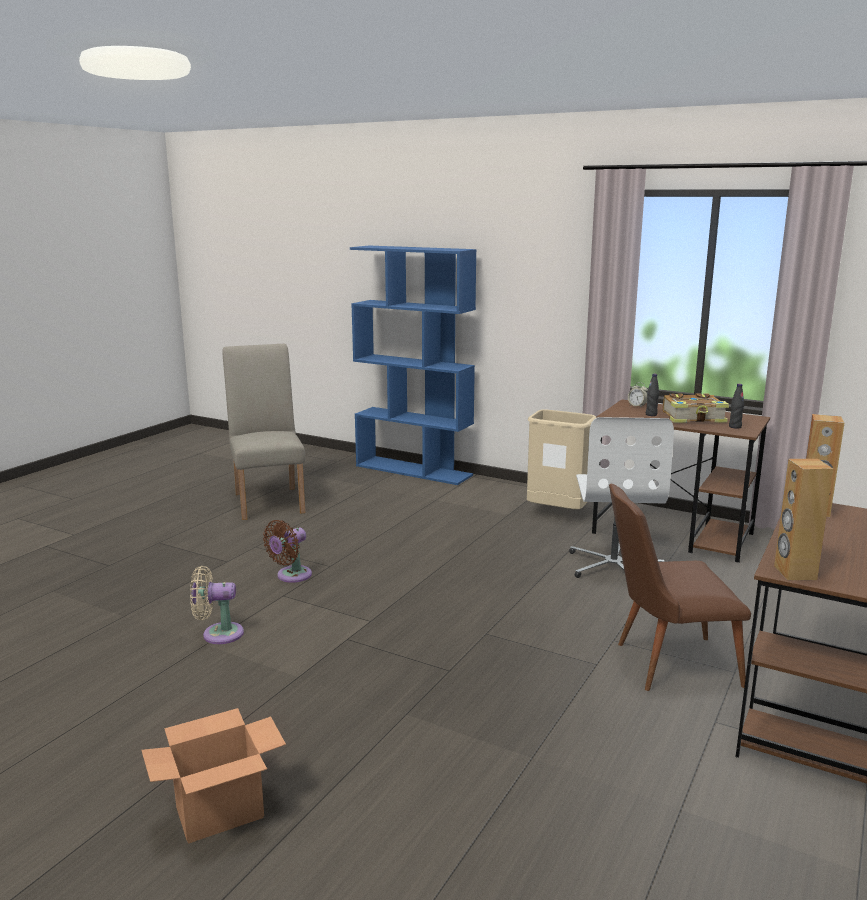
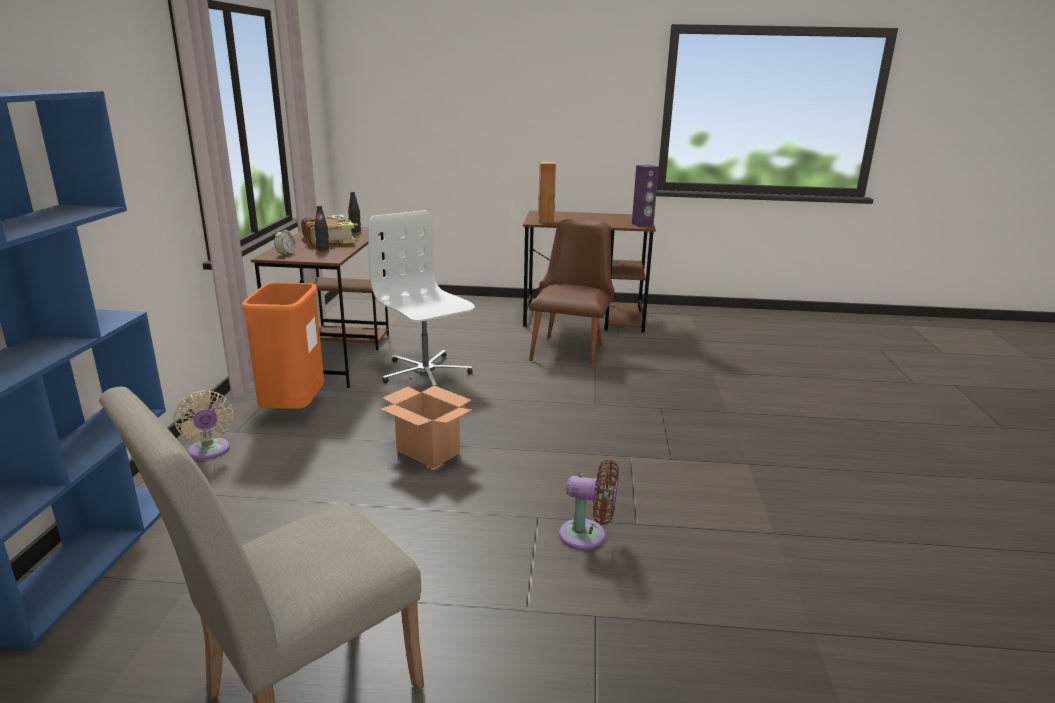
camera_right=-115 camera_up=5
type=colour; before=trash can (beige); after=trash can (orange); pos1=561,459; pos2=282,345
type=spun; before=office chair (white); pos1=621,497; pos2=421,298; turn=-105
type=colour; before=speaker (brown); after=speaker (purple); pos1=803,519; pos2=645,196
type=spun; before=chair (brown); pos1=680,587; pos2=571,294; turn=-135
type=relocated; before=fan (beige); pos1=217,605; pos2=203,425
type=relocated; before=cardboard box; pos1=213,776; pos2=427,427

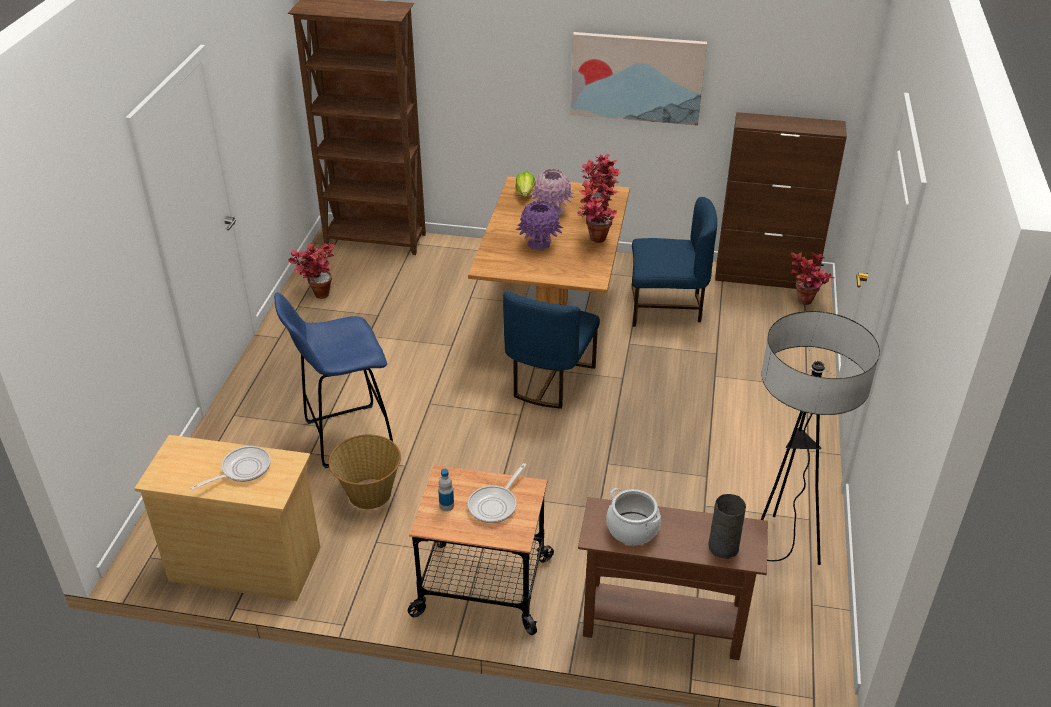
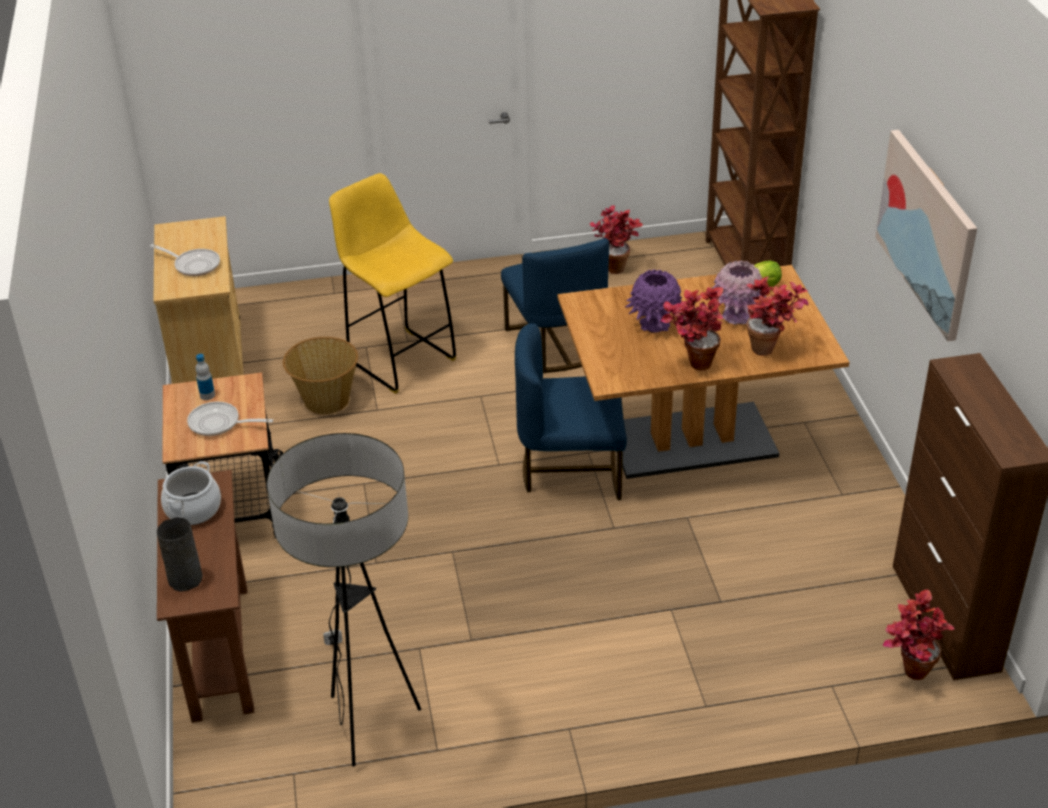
camera_right=70 camera_up=0
type=relocated; before=chair (blue); pos1=674,262; pos2=555,305
type=colour; before=stool (blue); after=stool (yellow); pos1=333,380; pos2=392,283

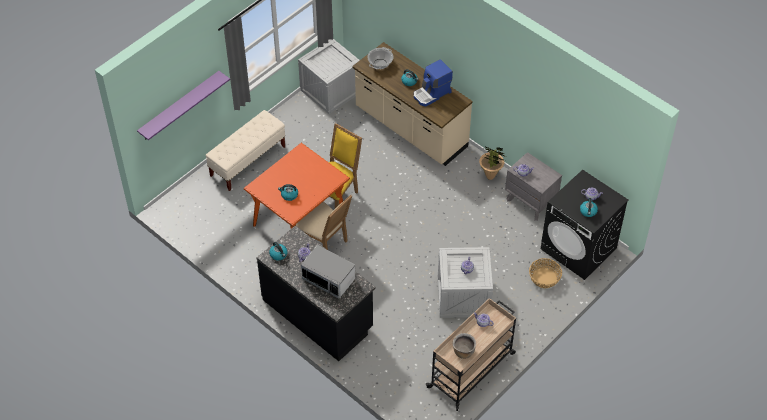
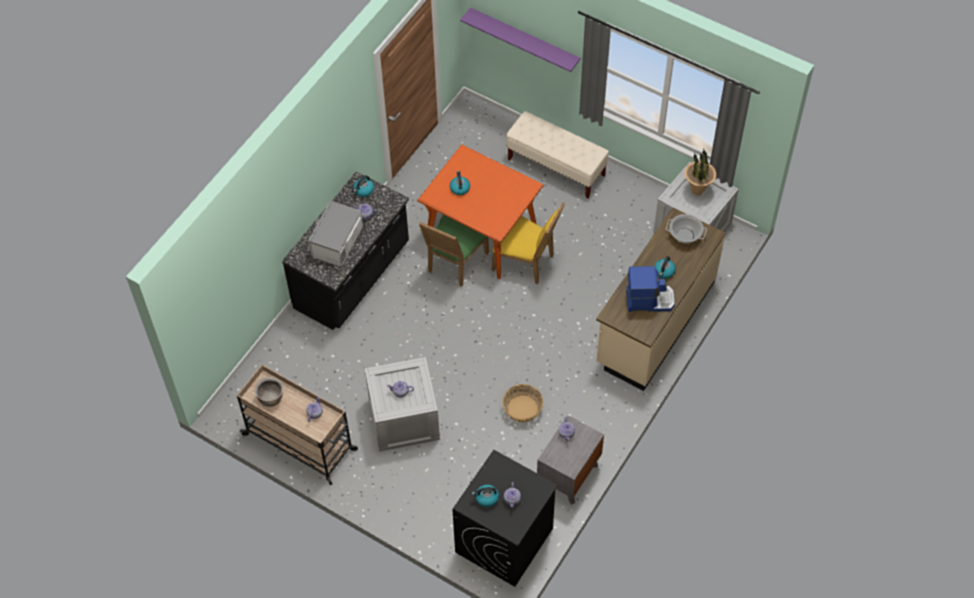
camera_right=80 camera_up=5
type=spun; before=coffee machine; pos1=433,83; pos2=650,289; turn=135
type=relocated; before=potted plant; pos1=492,163; pos2=700,172
type=colour; before=chair (beige); after=chair (green); pos1=324,222; pos2=454,251
type=relocated; before=basket; pos1=545,273; pos2=522,403

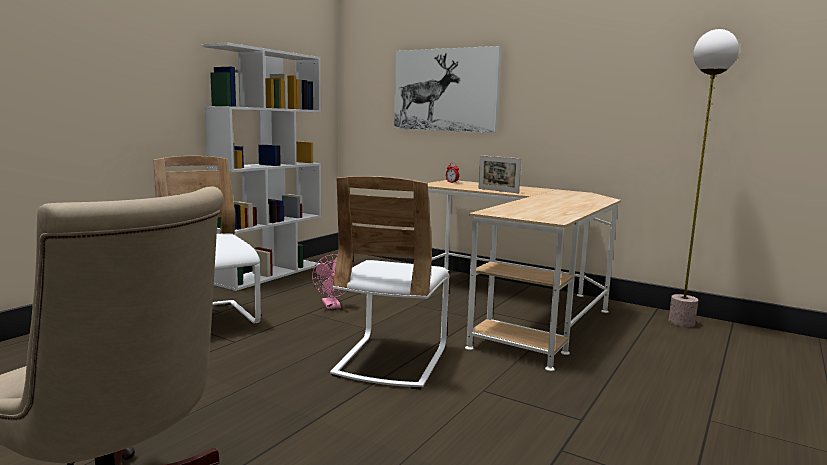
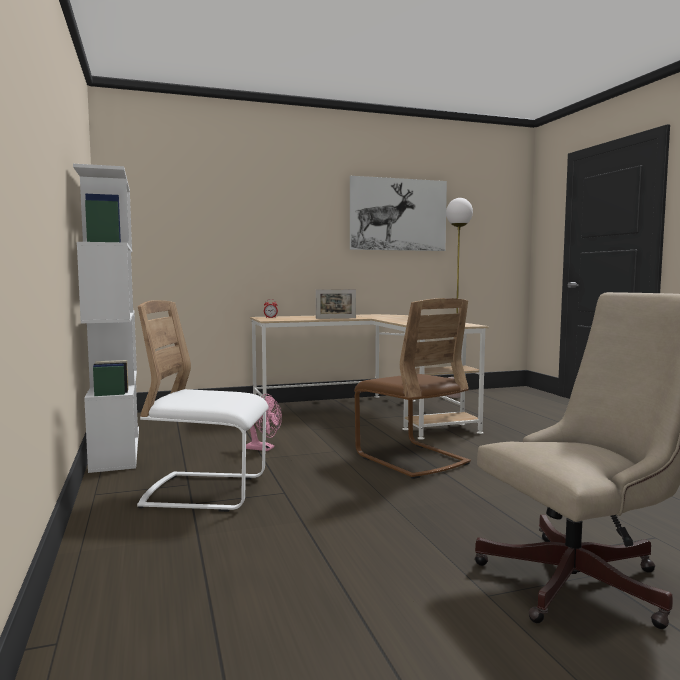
camera_right=-50 camera_up=-5
type=relocated; before=picture; pos1=447,89; pos2=398,213
type=colour; before=chair (white); after=chair (brown); pos1=389,282; pos2=412,388

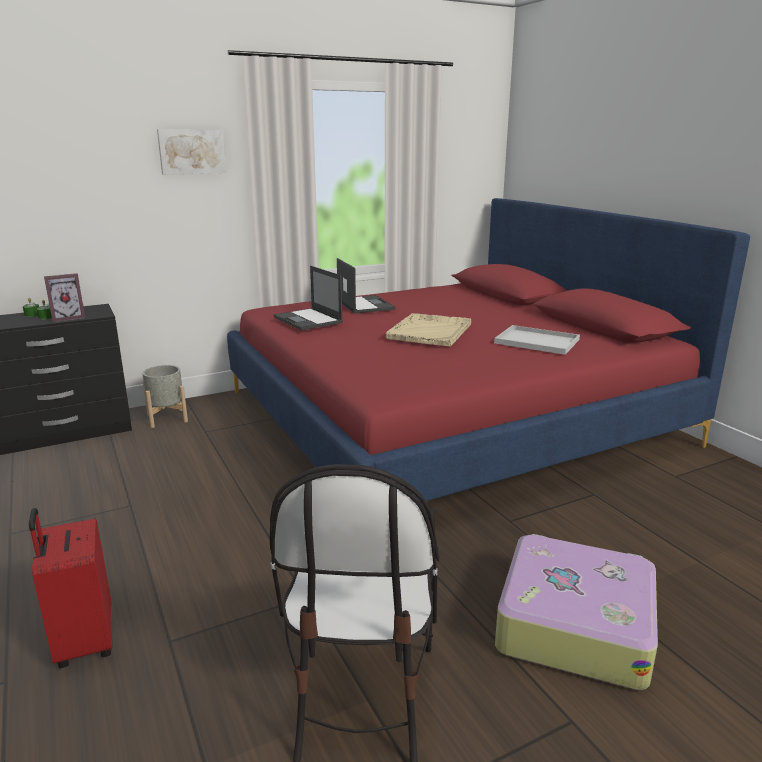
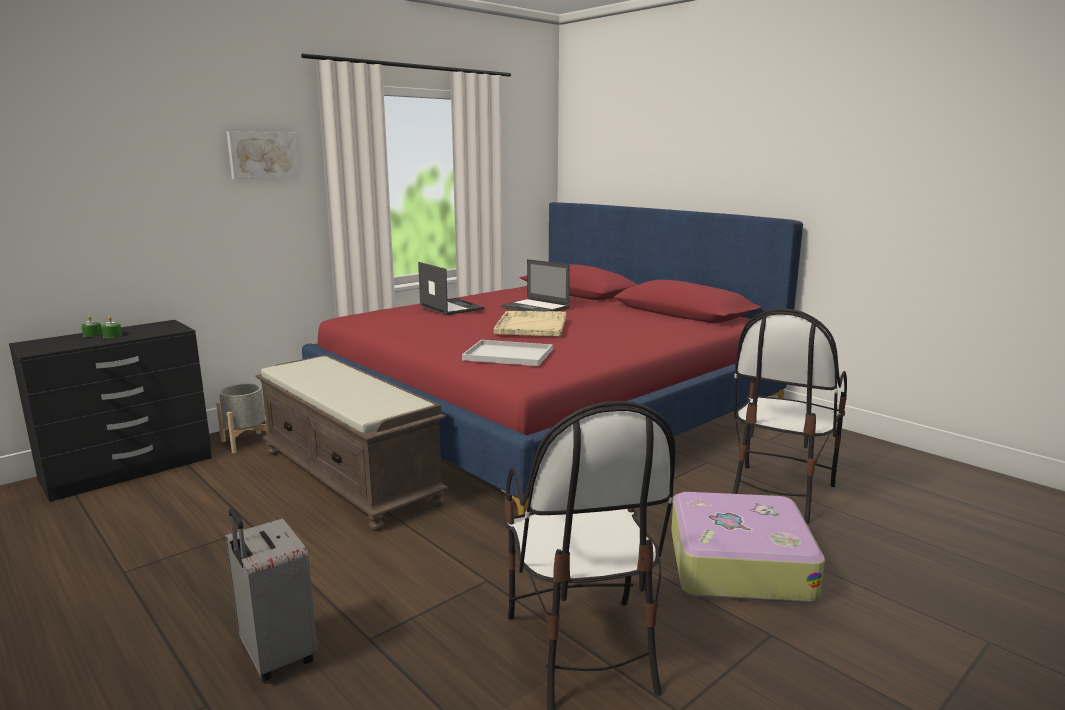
camera_right=-15 camera_up=-5
type=relocated; before=laptop; pos1=308,298; pos2=535,285
type=missing; before=picture frame; pos1=64,297
type=relocated; before=tray (white); pos1=537,340; pos2=507,353
type=colour; before=suitcase (red); after=suitcase (grey); pos1=70,588; pos2=272,594
type=appeared; after=chair; pos2=789,416
type=appeared; after=bench (brown); pos2=352,443

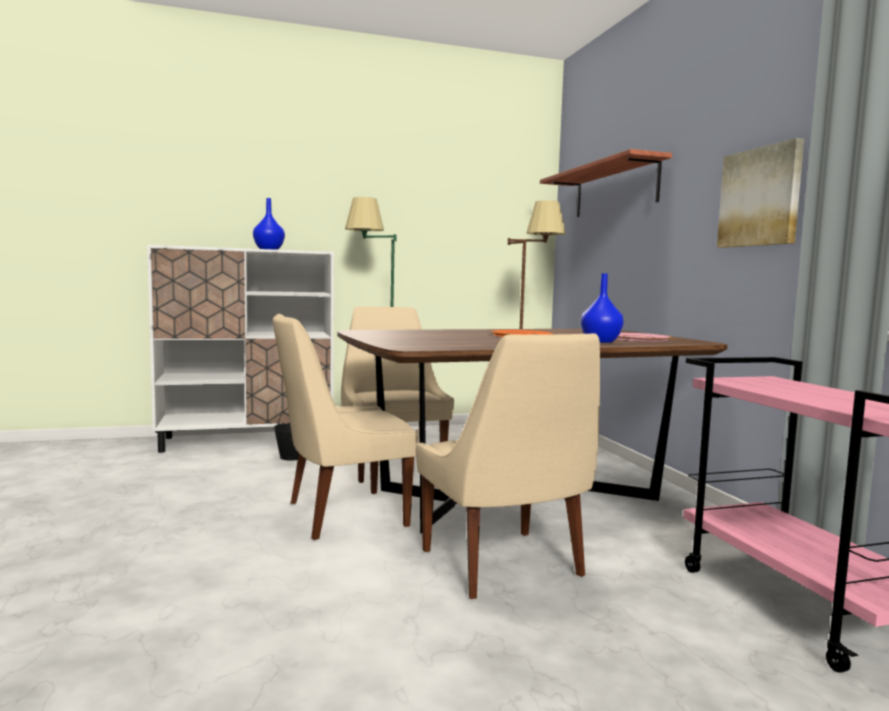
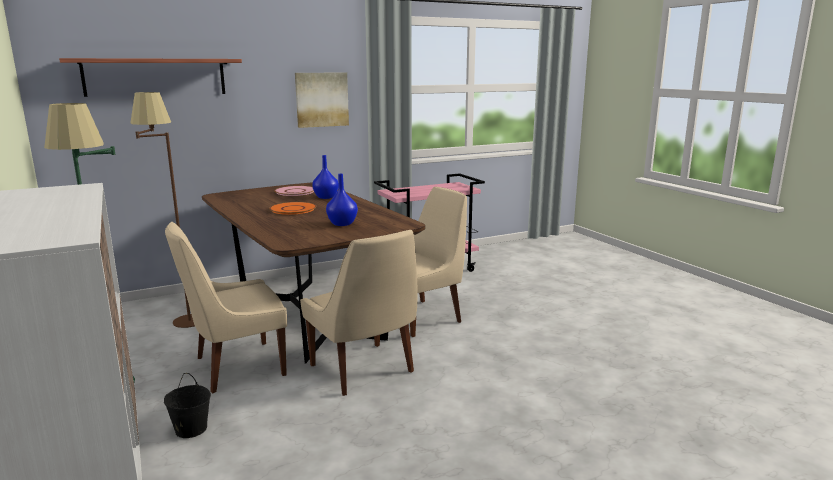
camera_right=-100 camera_up=10
type=relocated; before=vase (blue); pos1=269,224; pos2=342,200

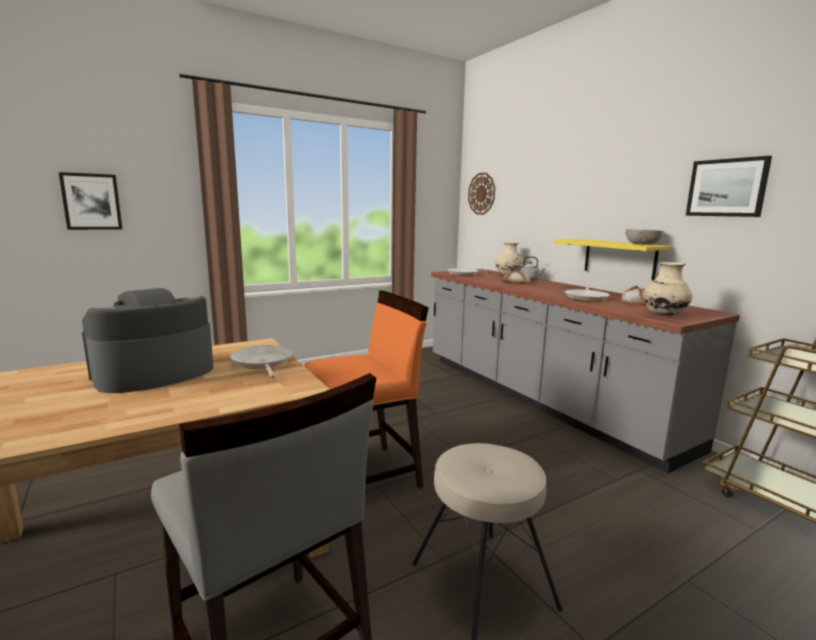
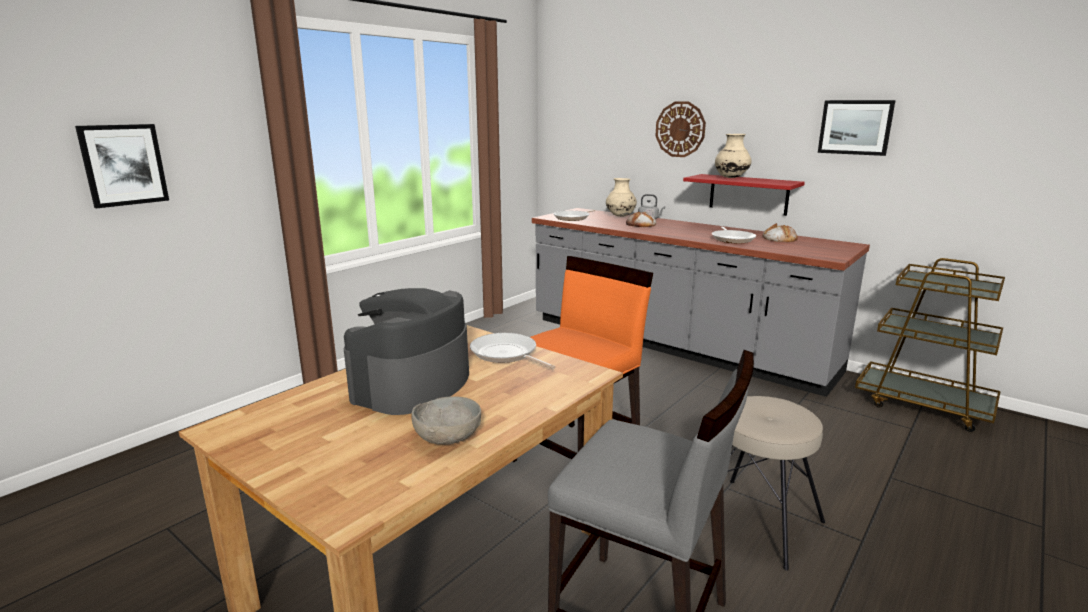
camera_right=-20 camera_up=5
type=relocated; before=wall clock; pos1=481,193; pos2=681,129
type=relocated; before=bowl (grey); pos1=644,237; pos2=446,420
type=colour; before=shelf (yellow); after=shelf (red); pos1=613,259; pos2=744,195
type=relocated; before=vase (beige); pos1=668,288; pos2=733,156

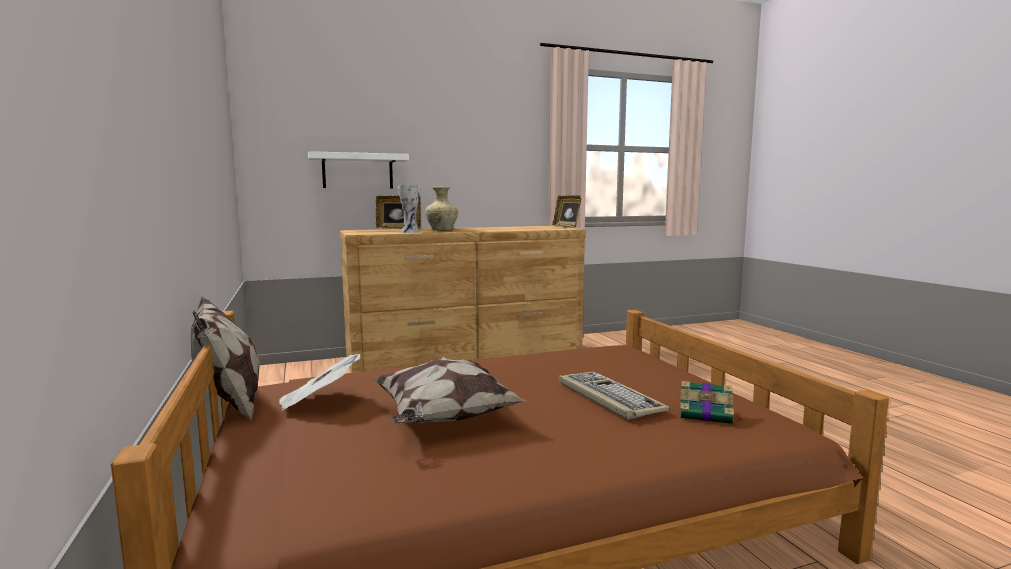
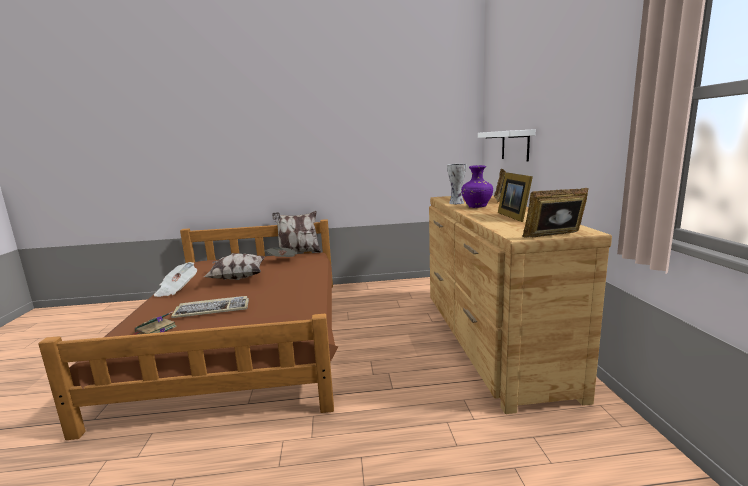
camera_right=105 camera_up=5
type=colour; before=vase (beige); after=vase (purple); pos1=441,208; pos2=477,186
type=appeared; after=picture frame; pos2=515,197
type=appeared; after=newspaper; pos2=175,279

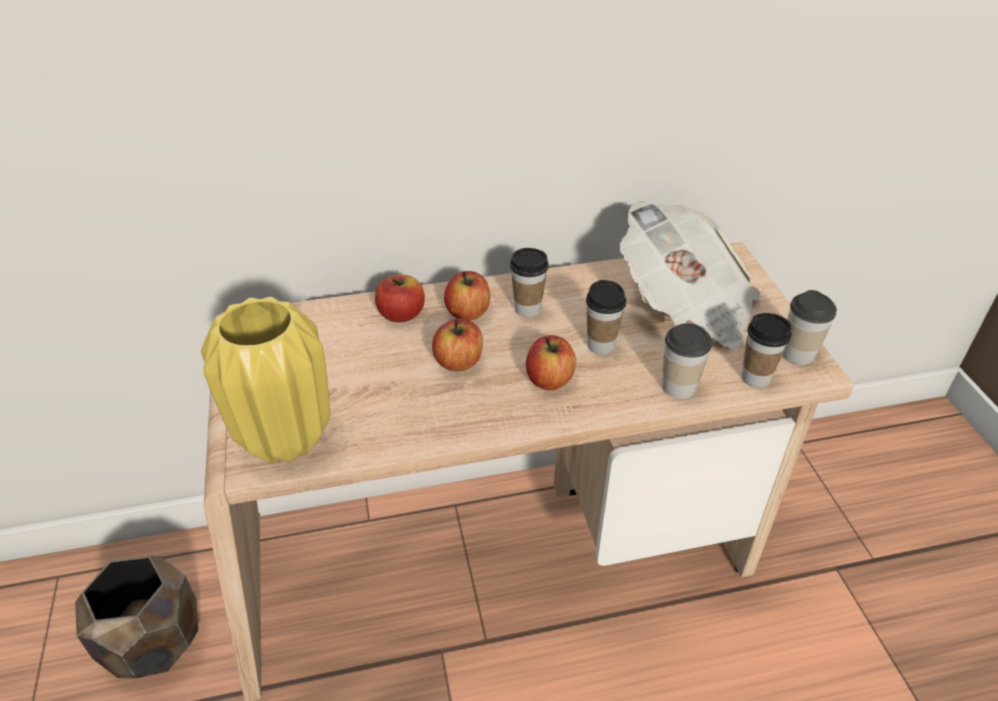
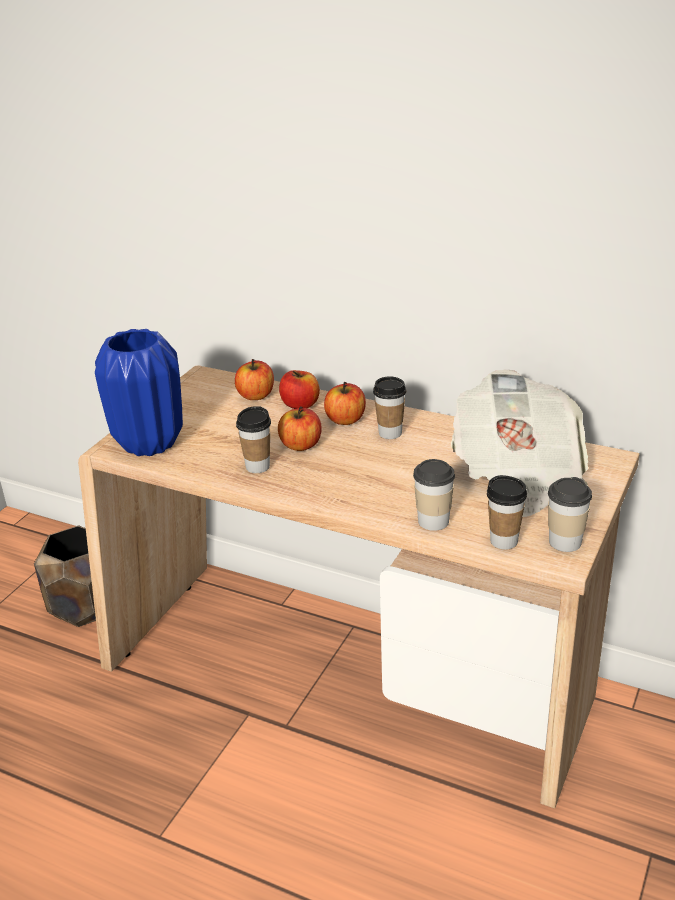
camera_right=40 camera_up=-10
type=relocated; before=cup; pos1=606,317; pos2=253,439
type=colour; before=vase (yellow); after=vase (blue); pos1=265,380; pos2=139,392
type=relocated; before=apple; pos1=551,362; pos2=254,379

